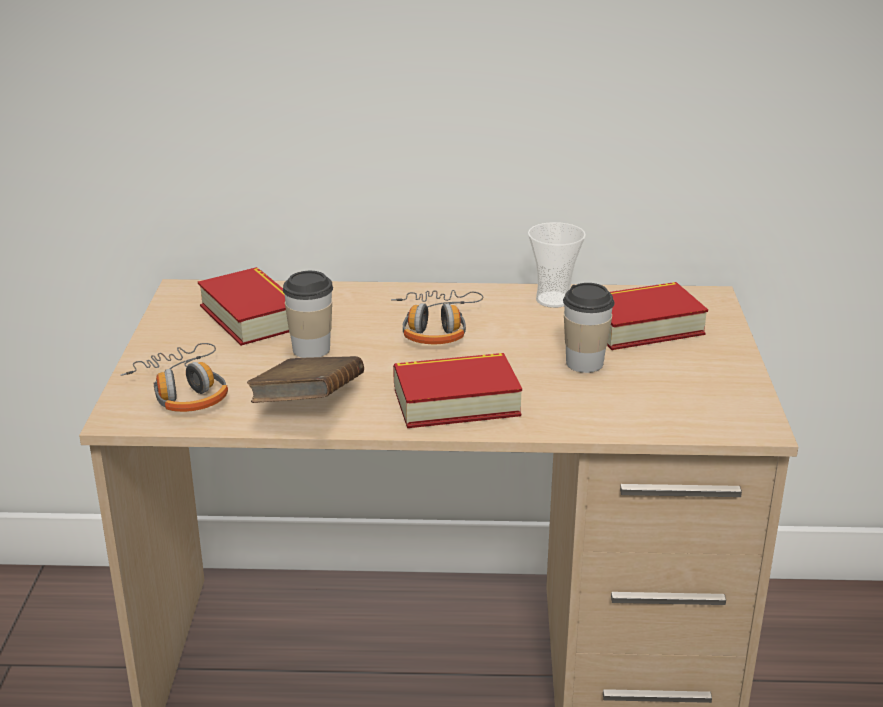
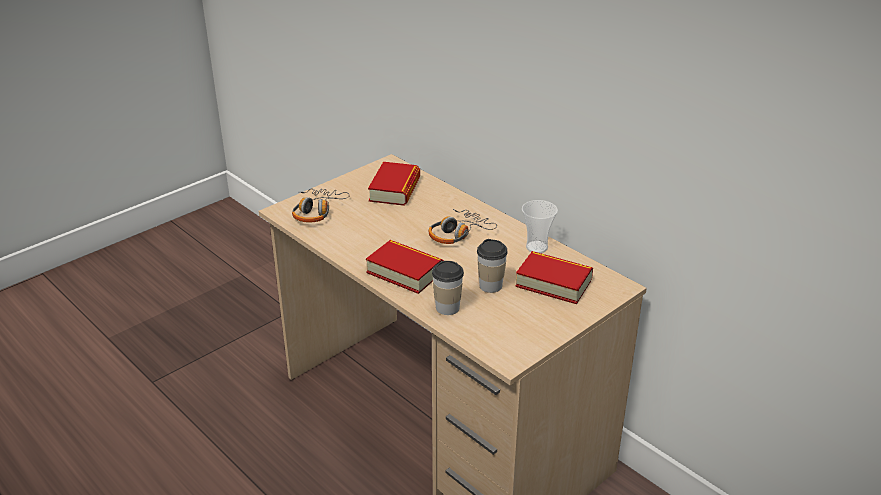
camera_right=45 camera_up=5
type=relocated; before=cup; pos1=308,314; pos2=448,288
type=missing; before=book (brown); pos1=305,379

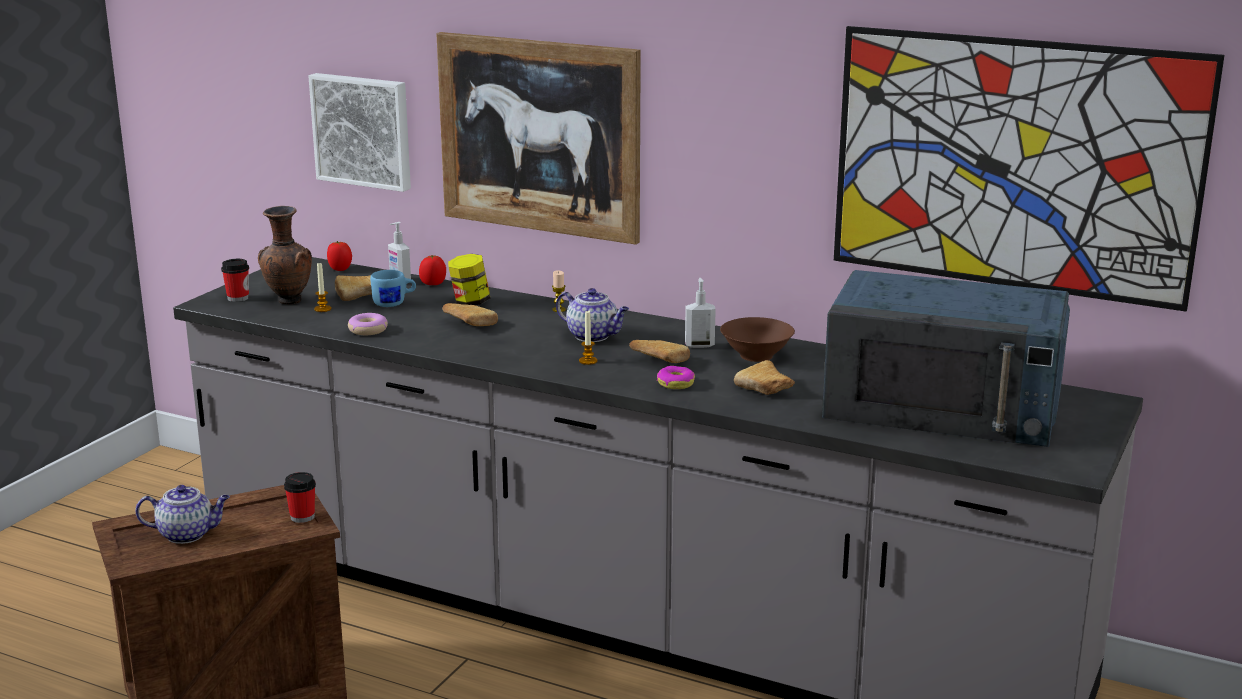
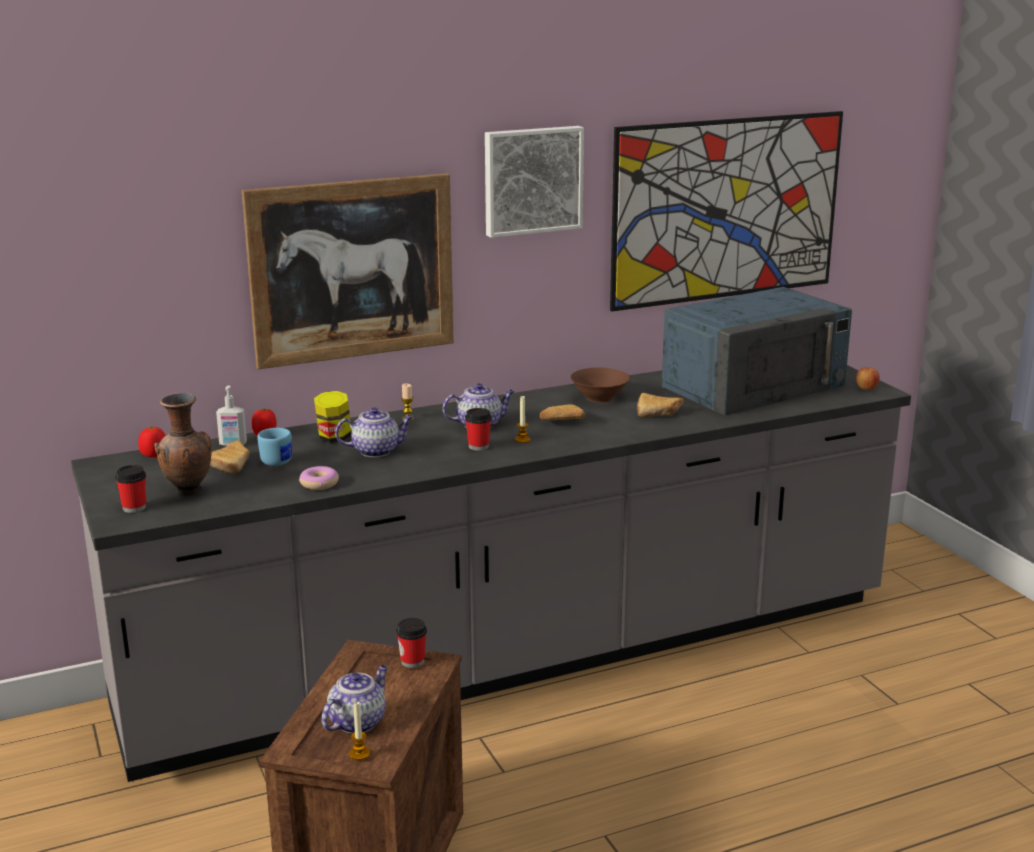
camera_right=-50 camera_up=0
type=relocated; before=picture; pos1=359,132; pos2=534,182
type=relocated; before=candle; pos1=322,287; pos2=359,730
type=missing; before=soap dispenser; pos1=700,313
type=exchanged; before=bread; after=teapot; pos1=470,314; pos2=374,432
type=missing; before=donut; pos1=676,377
type=appeared; after=apple; pos2=868,378
type=appeared; after=cup; pos2=478,429

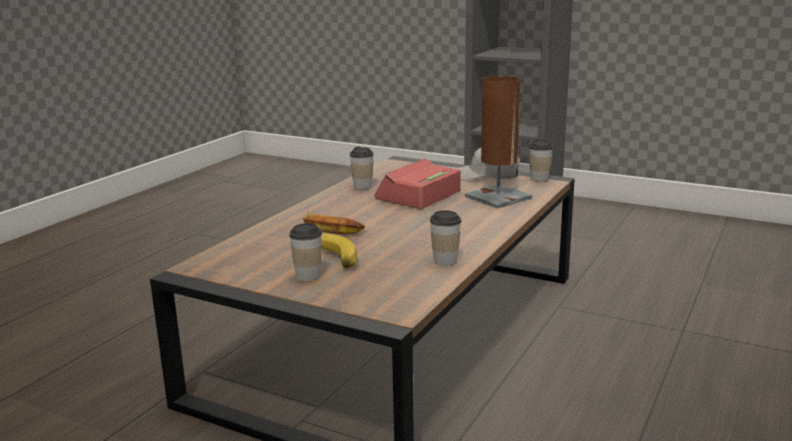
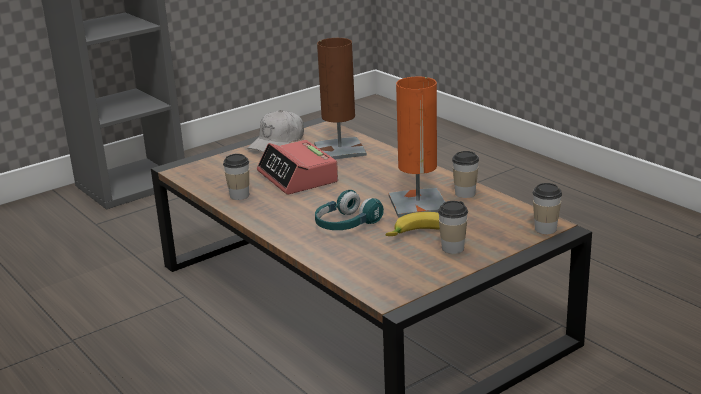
camera_right=-65 camera_up=5
type=relocated; before=cup; pos1=541,160; pos2=547,208
type=exchanged; before=banana; after=headphones (turquoise); pos1=334,223; pos2=349,210
type=appeared; after=table lamp (orange); pos2=417,147

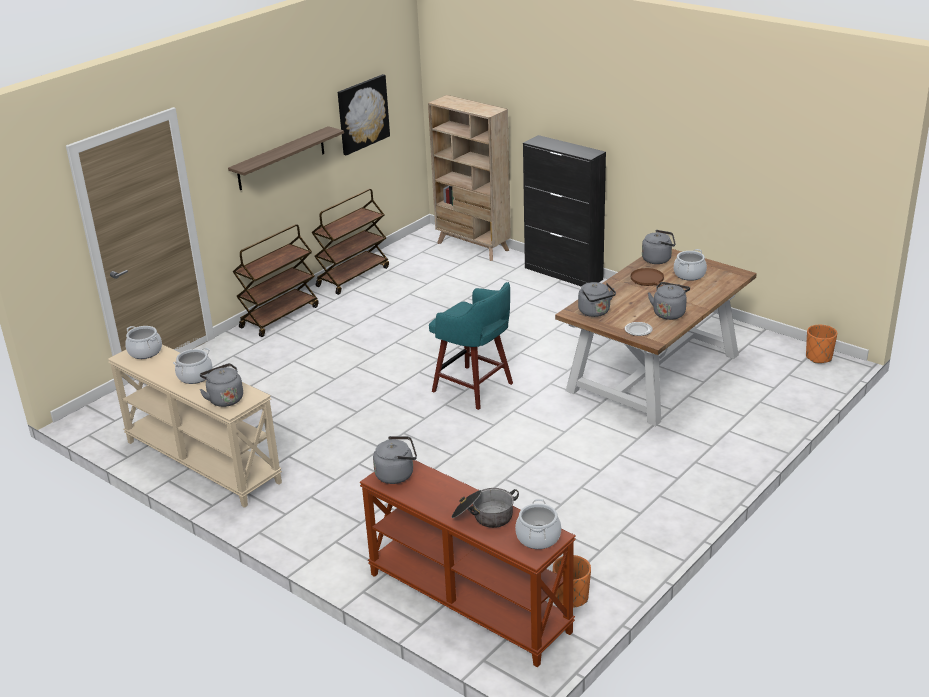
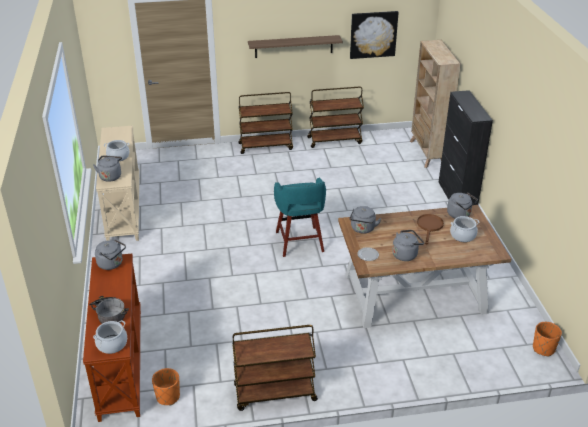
camera_right=40 camera_up=5
type=missing; before=cooking pot; pos1=143,342
type=appeared; after=cart (brown); pos2=275,368

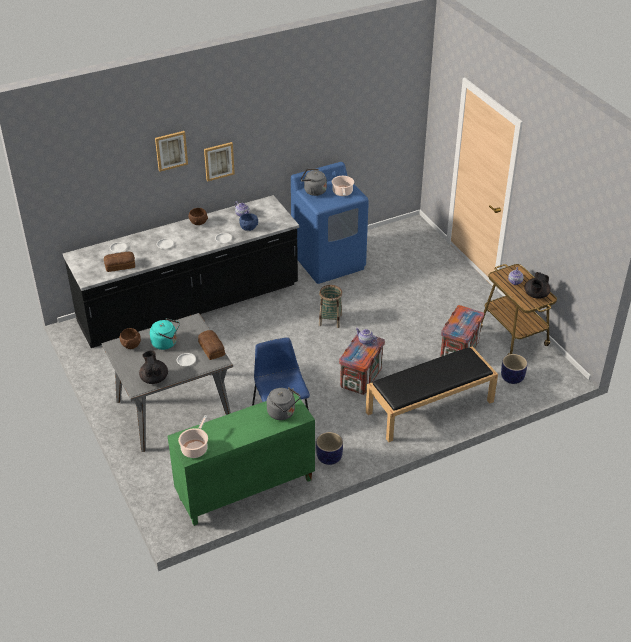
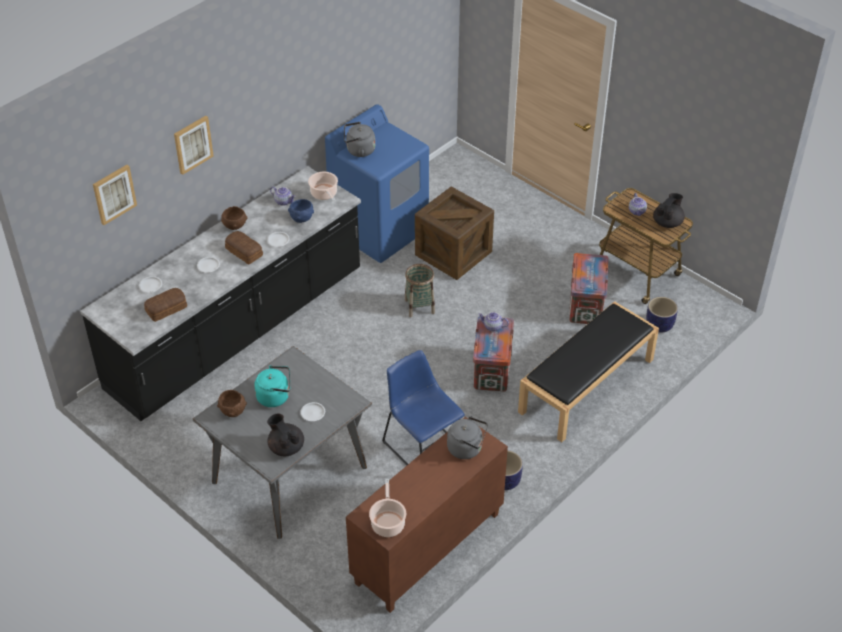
camera_right=-20 camera_up=5
type=relocated; before=picture; pos1=219,162; pos2=115,195
type=relocated; before=cooking pot; pos1=343,186; pos2=323,186
type=spun; before=teapot (black); pos1=537,285; pos2=669,210; turn=-150
type=relocated; before=bread; pos1=211,345; pos2=244,247
type=colour; before=cabinet (green); after=cabinet (brown); pos1=241,459; pos2=427,515
type=appeared; after=crate; pos2=454,233

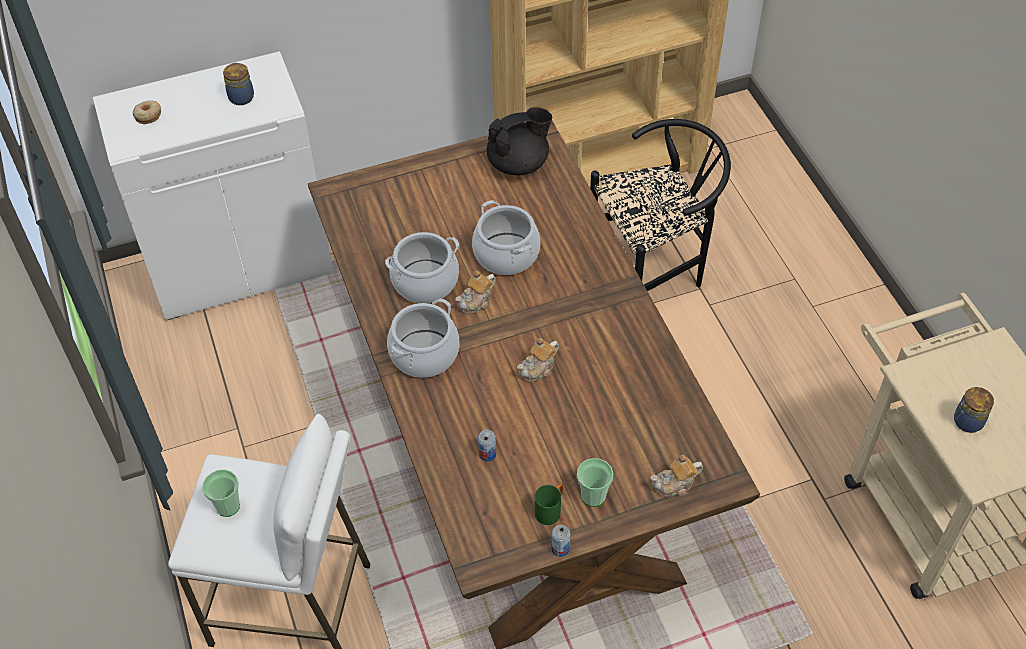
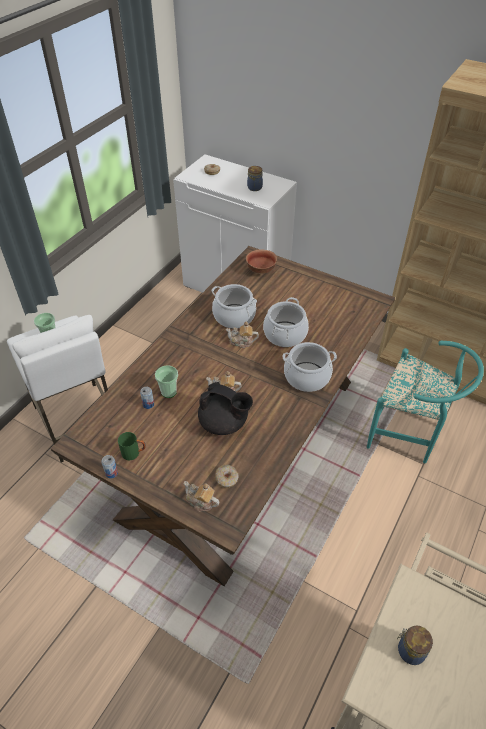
camera_right=50 camera_up=-5
type=relocated; before=teapot (black); pos1=519,141; pos2=225,408
type=colour; before=chair (black); after=chair (turquoise); pos1=660,205; pos2=425,402
type=relocated; before=cooking pot; pos1=423,338; pos2=310,367
type=relocated; before=cup; pos1=595,482; pos2=166,381
type=appeared; after=bowl; pos2=261,261
type=appeared; after=donut; pos2=227,476

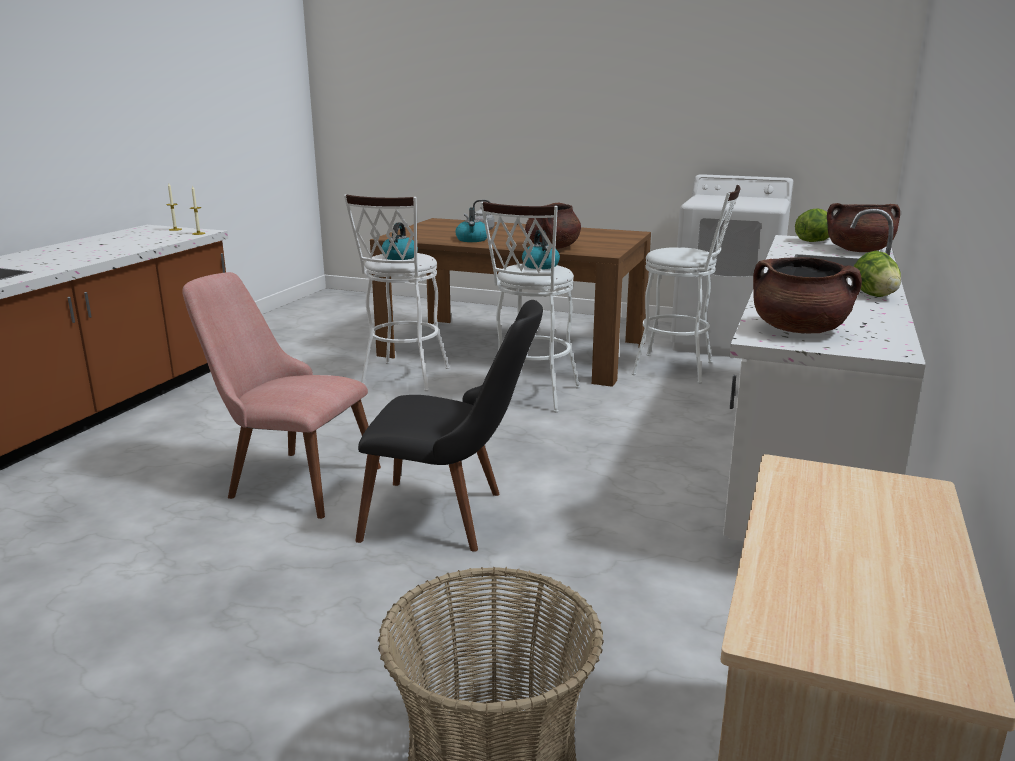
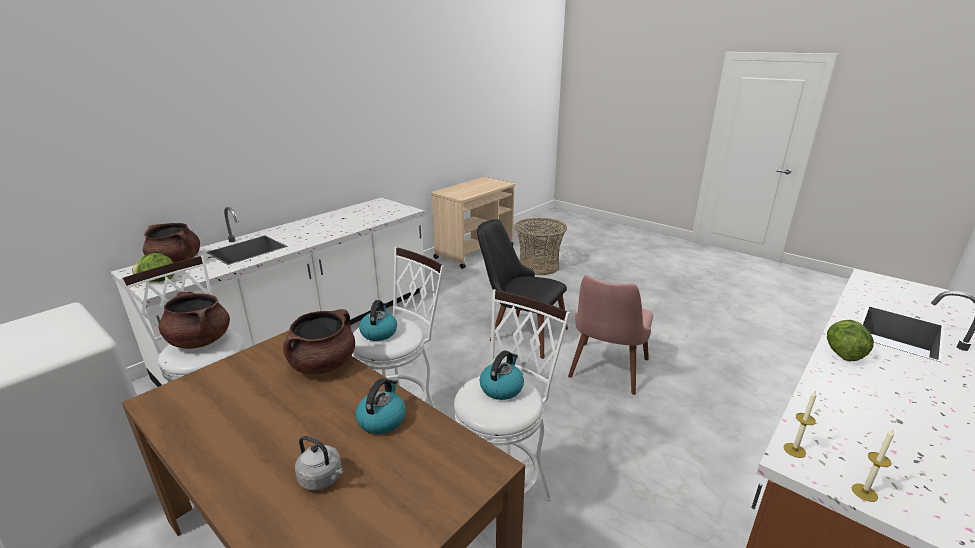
camera_right=-160 camera_up=5
type=relocated; before=lettuce; pos1=877,274; pos2=850,341
type=relocated; before=cooking pot (brown); pos1=807,295; pos2=194,320
type=spun; before=chair (pink); pos1=281,395; pos2=610,335; turn=75

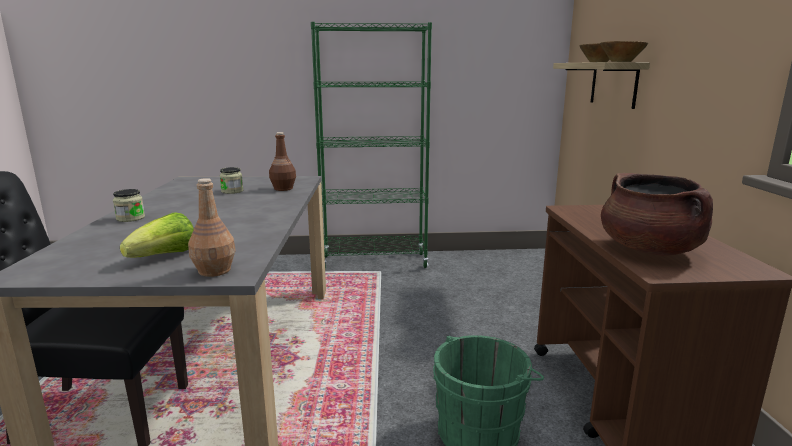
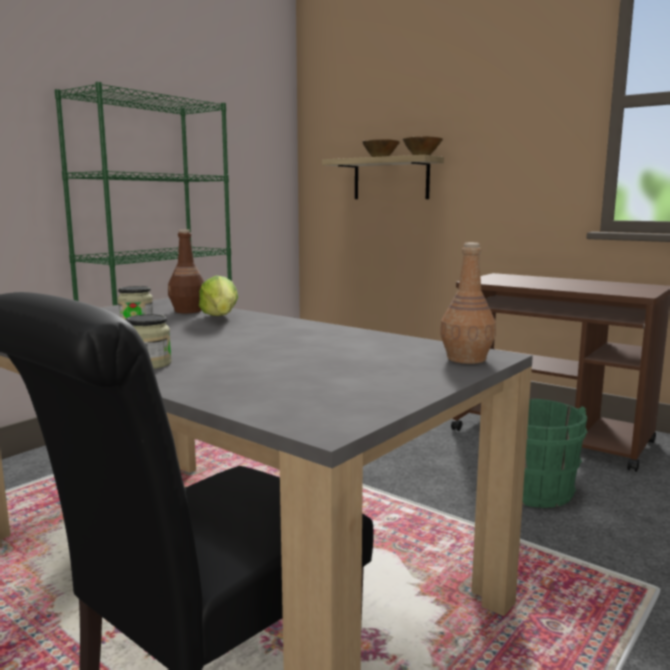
camera_right=-50 camera_up=-5
type=missing; before=cooking pot (brown); pos1=657,214
type=relocated; before=lettuce; pos1=157,235; pos2=218,296

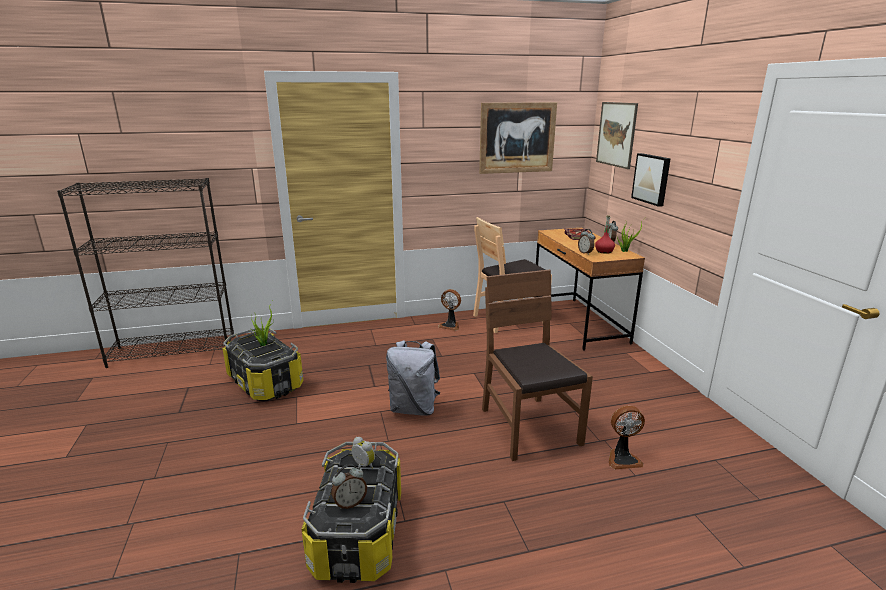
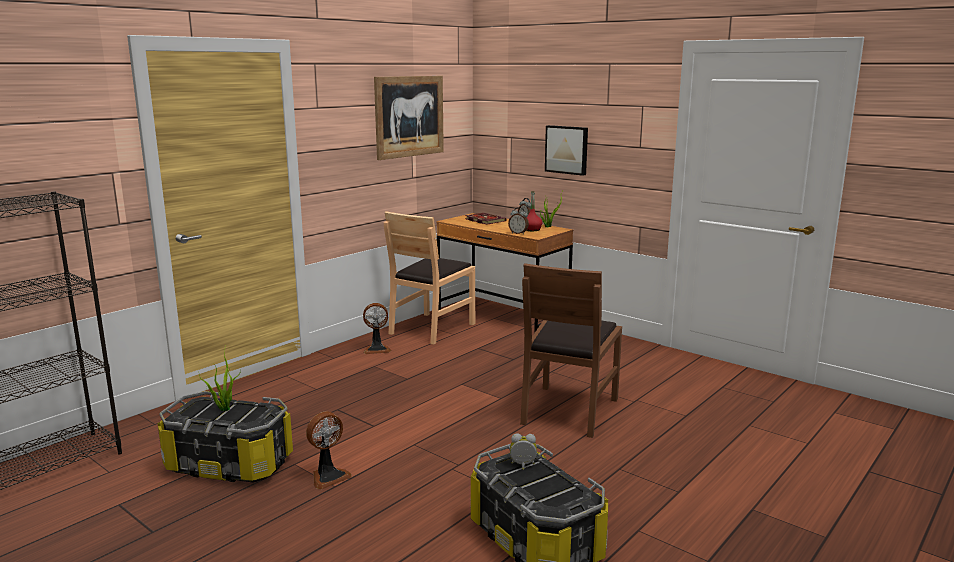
camera_right=-35 camera_up=-5
type=missing; before=picture; pos1=617,135
type=spun; before=chair (brown); pos1=537,365; pos2=571,350; turn=-105
type=missing; before=backpack (grey); pos1=413,378
type=relocated; before=fan; pos1=627,437; pos2=329,450
type=missing; before=alarm clock; pos1=349,486

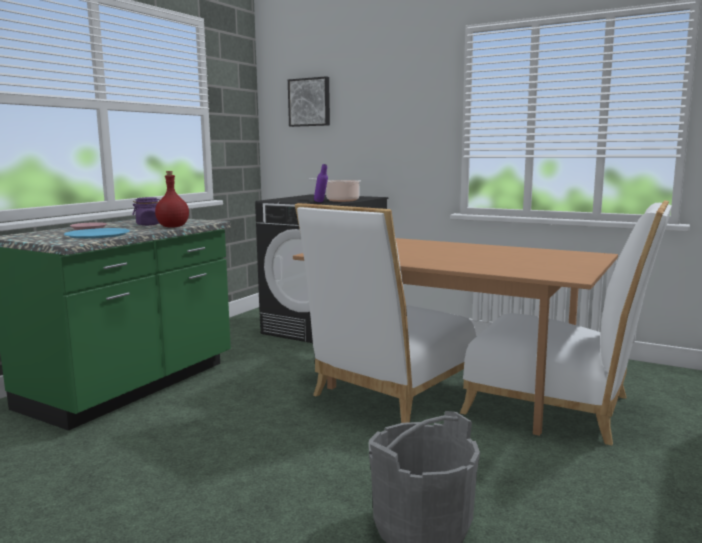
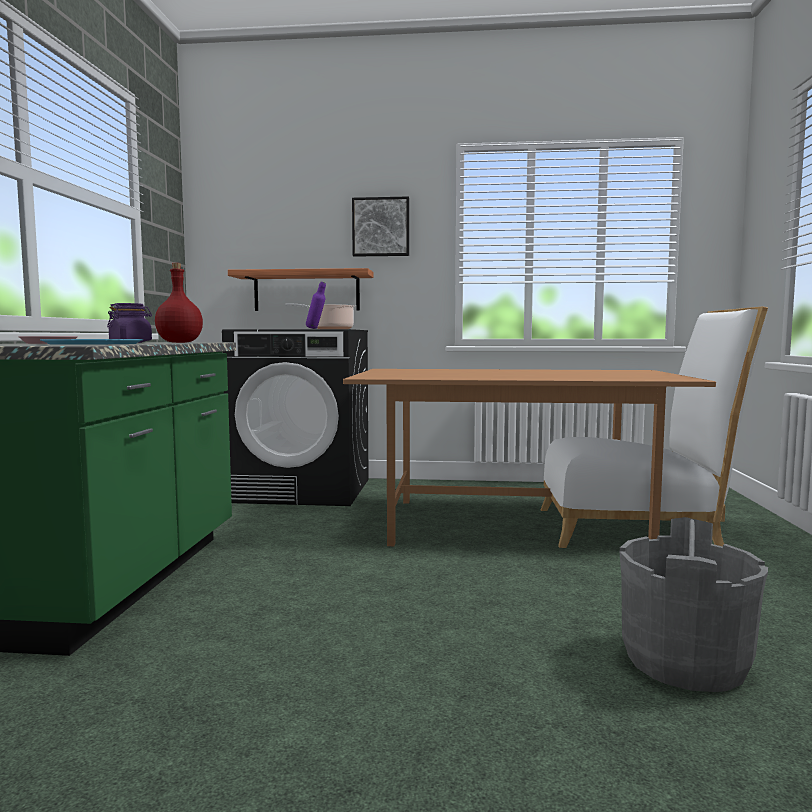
camera_right=-25 camera_up=-5
type=relocated; before=picture; pos1=309,101; pos2=380,226
type=missing; before=chair (white); pos1=385,313
type=appeared; after=shelf; pos2=301,289

